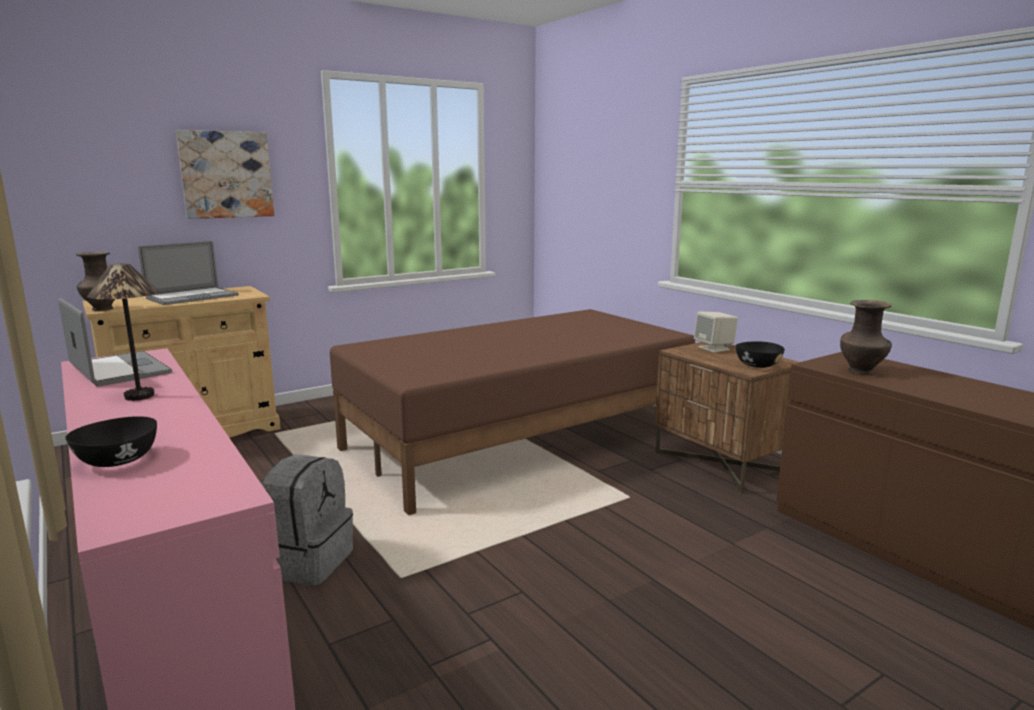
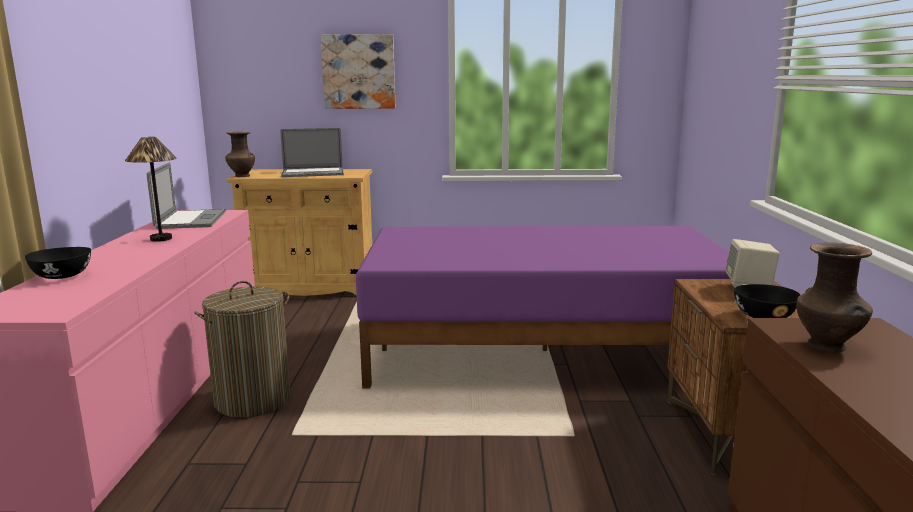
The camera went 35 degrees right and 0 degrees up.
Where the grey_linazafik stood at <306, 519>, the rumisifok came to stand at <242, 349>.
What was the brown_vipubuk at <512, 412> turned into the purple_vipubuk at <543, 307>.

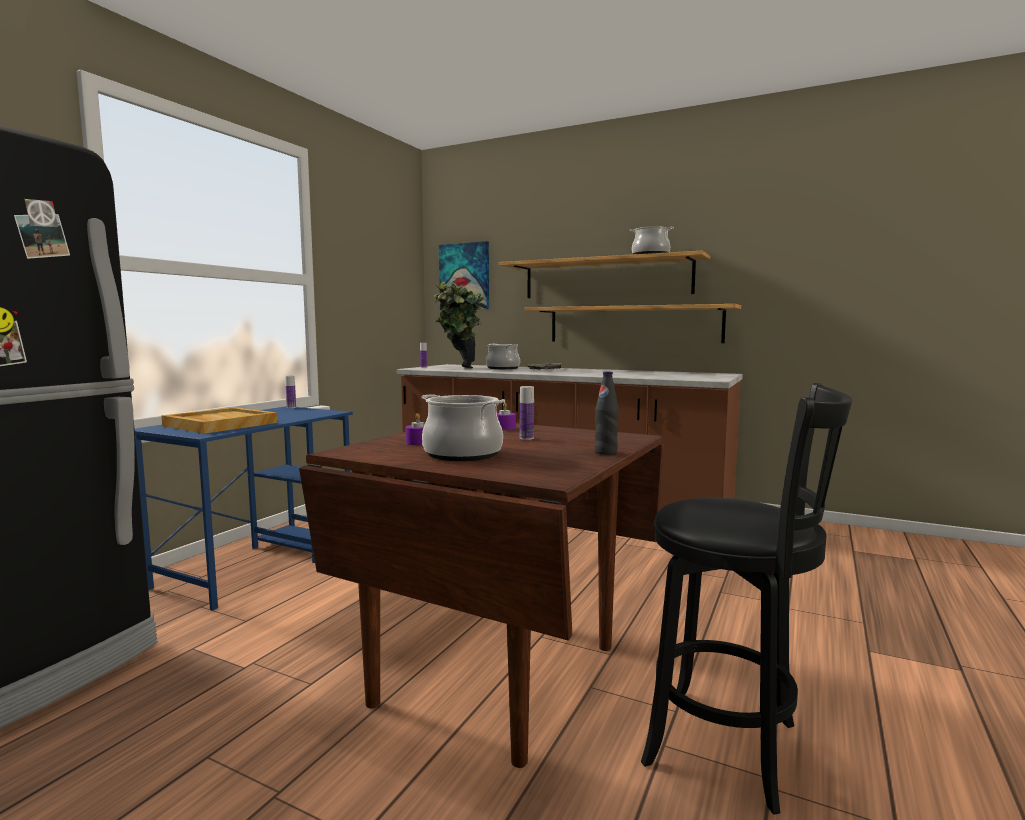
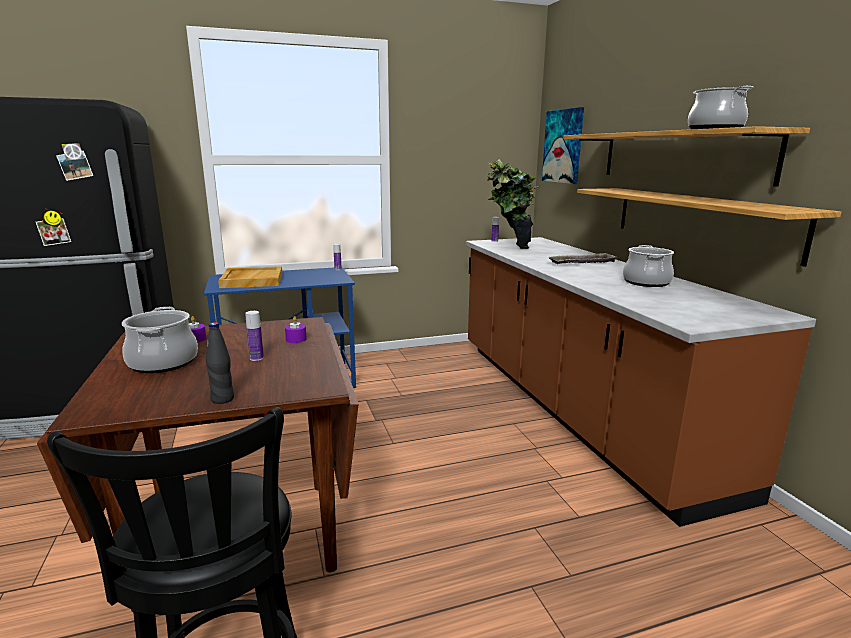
The camera went 45 degrees right and 10 degrees up.
The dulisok ended up elsewhere, having gone from <503, 356> to <648, 266>.

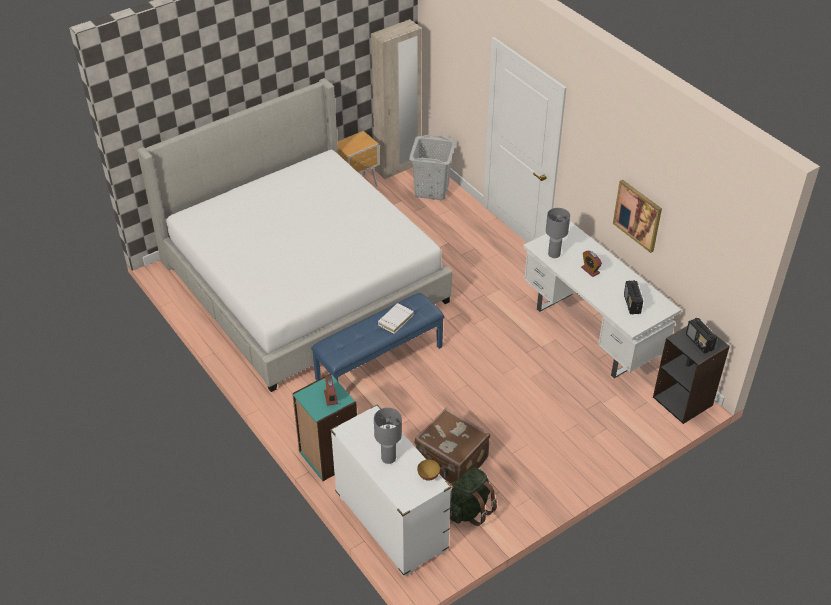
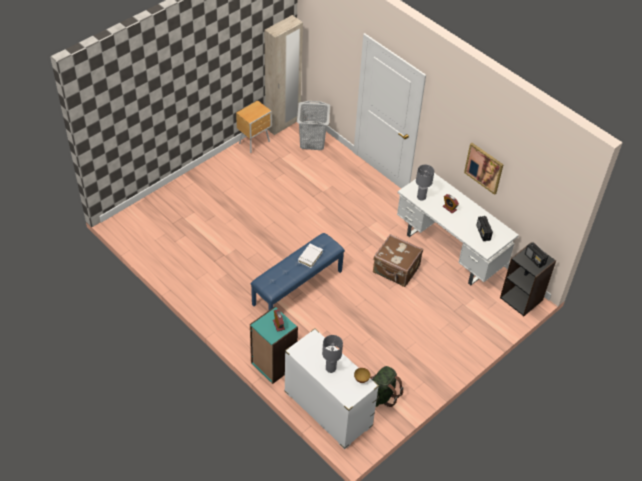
The camera went 10 degrees left and 5 degrees up.
The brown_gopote ended up elsewhere, having gone from <452, 446> to <398, 260>.
The second view lost the vipubuk at <294, 235>.

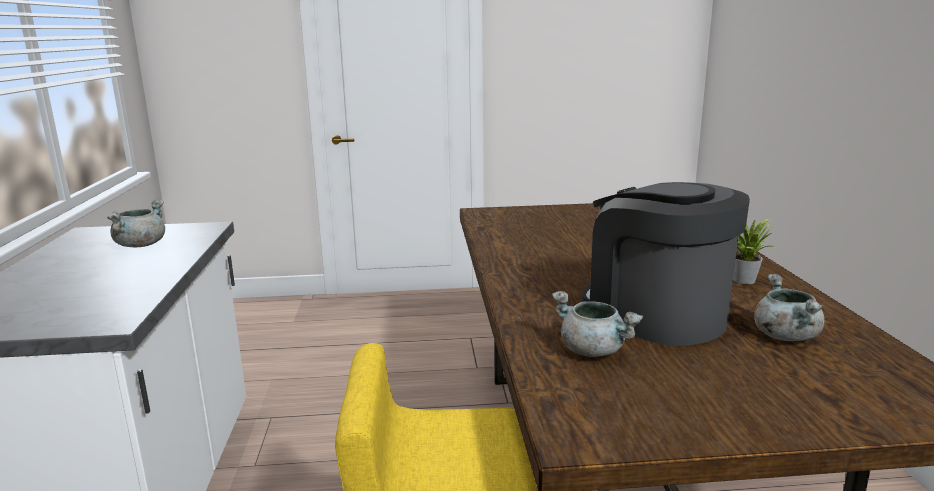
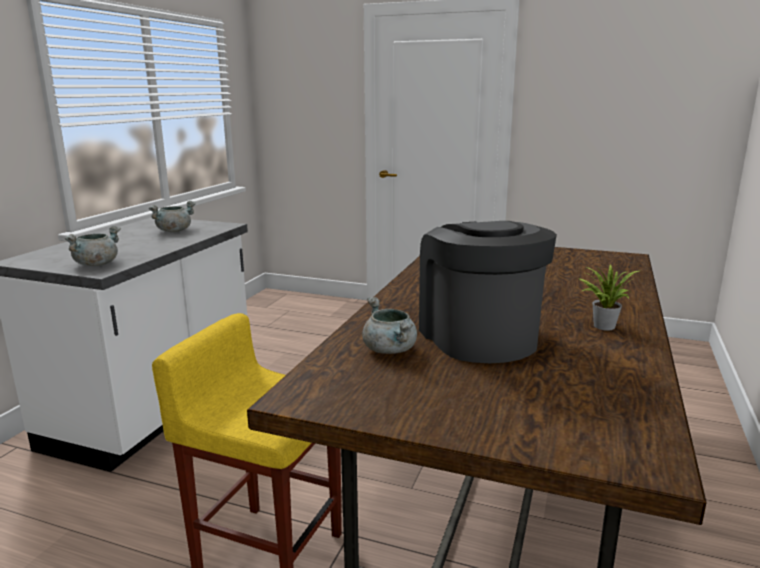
The camera went 25 degrees right and 0 degrees up.
The grey_dulisok ended up elsewhere, having gone from <789, 307> to <93, 246>.

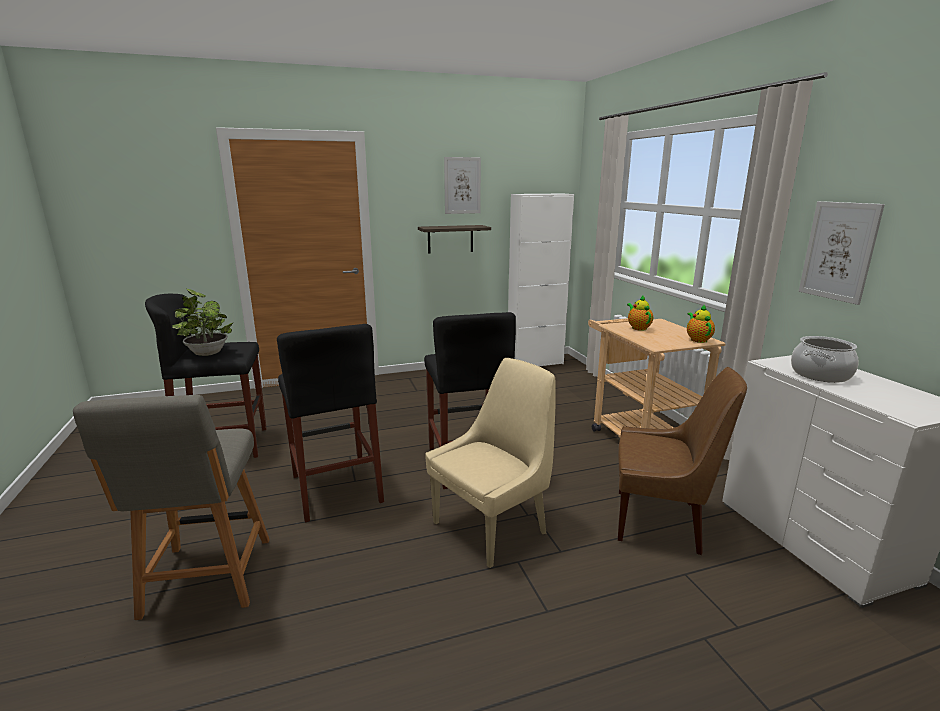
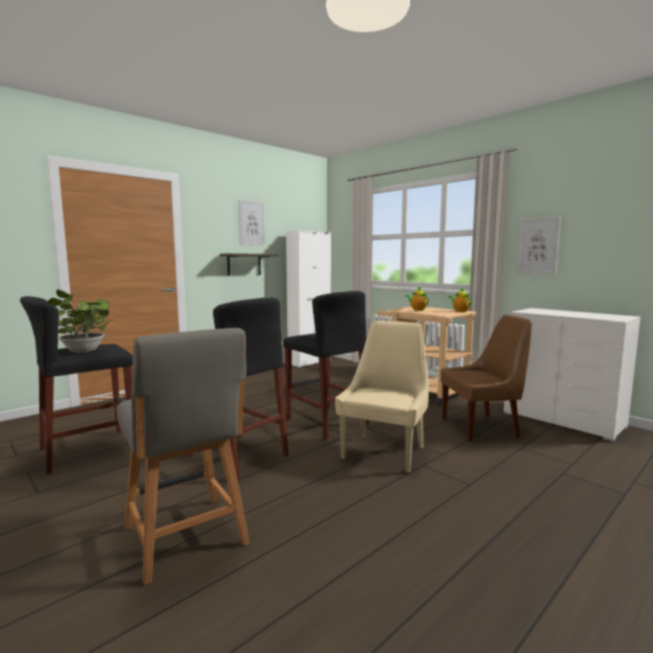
The camera went 25 degrees left and 10 degrees down.
The second view lost the dulisok at <825, 359>.

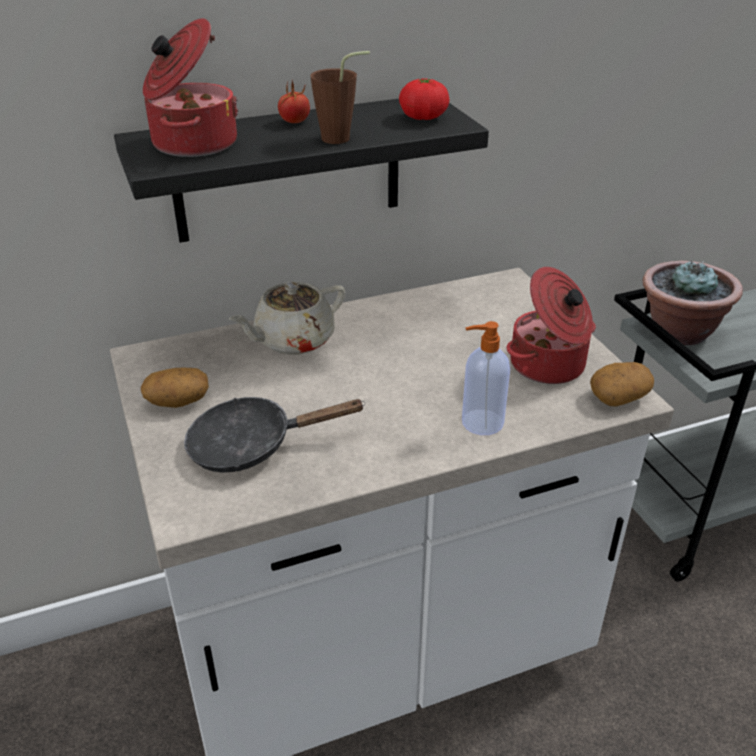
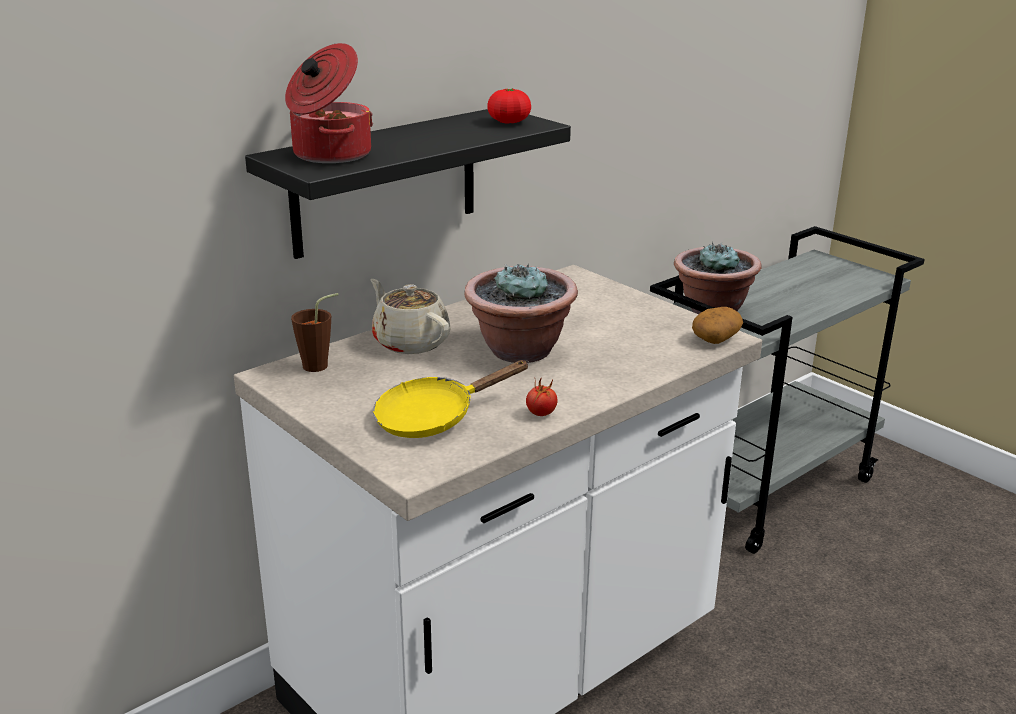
The camera went 20 degrees left and 10 degrees down.
The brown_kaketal ended up elsewhere, having gone from <340, 97> to <315, 332>.
The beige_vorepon at <287, 318> ended up facing another way, 105 degrees clockwise from before.
What was the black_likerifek at <275, 434> turned into the yellow_likerifek at <451, 399>.
The second view gained the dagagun at <521, 313>.
The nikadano ended up elsewhere, having gone from <294, 102> to <542, 397>.
The second view lost the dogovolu at <175, 388>.
The second view lost the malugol at <486, 378>.
The second view lost the dulisok at <551, 325>.

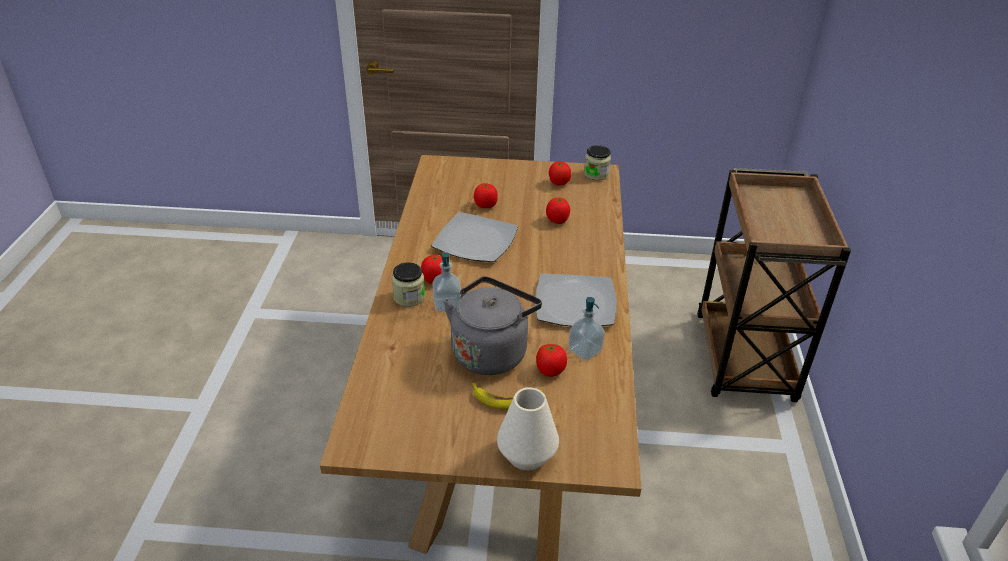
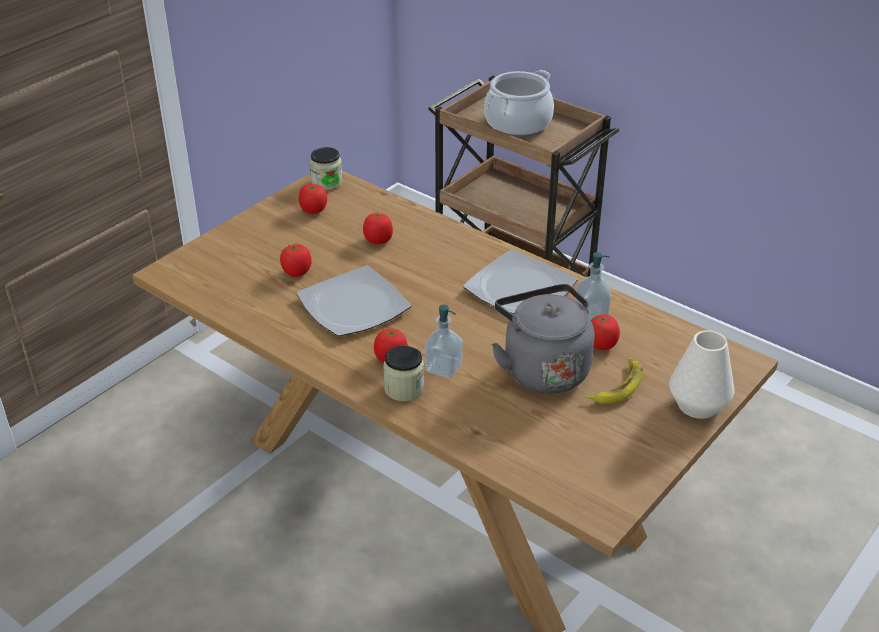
The camera went 55 degrees left and 0 degrees up.
The second view gained the dulisok at <519, 103>.

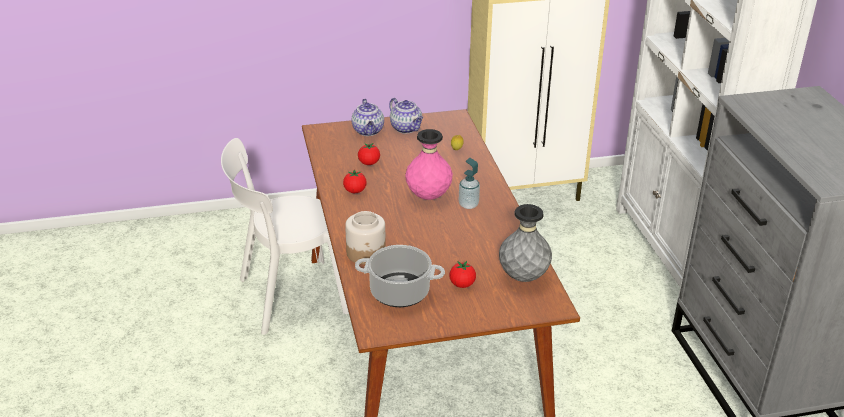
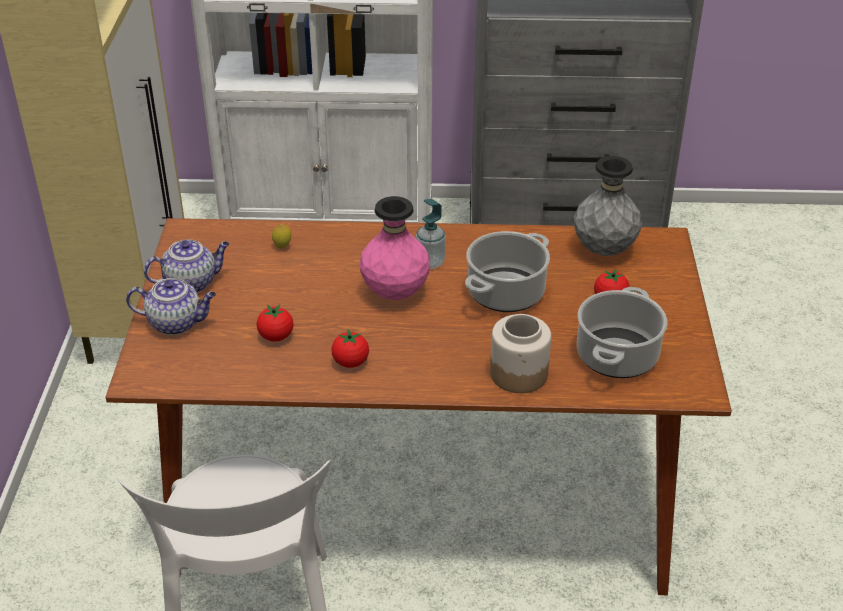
The camera went 75 degrees left and 5 degrees up.
The second view gained the dulisok at <507, 271>.

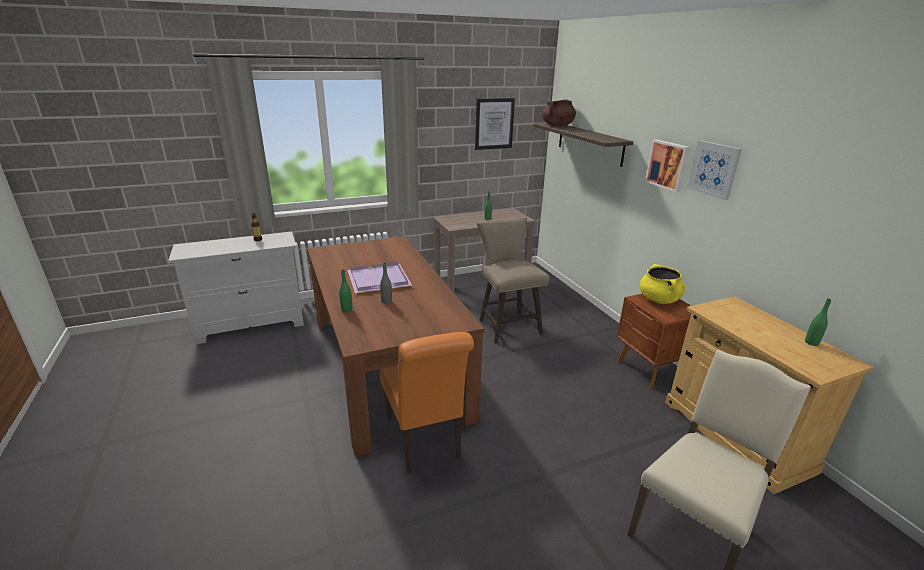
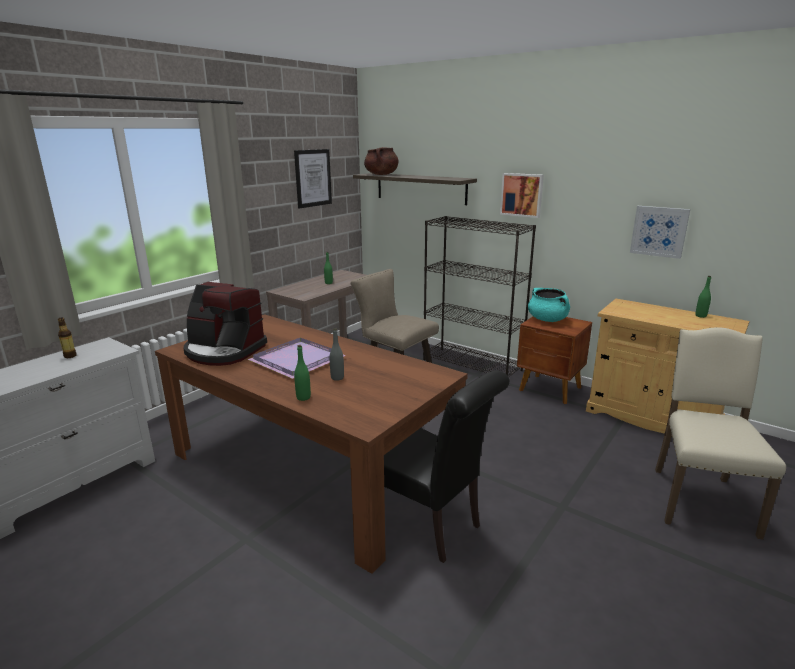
The camera went 30 degrees left and 5 degrees down.
The second view gained the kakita at <225, 324>.
What was the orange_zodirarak at <427, 402> turned into the black_zodirarak at <447, 466>.
The second view gained the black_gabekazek at <479, 296>.
What was the yellow_dulisok at <662, 284> turned into the turquoise_dulisok at <549, 305>.
The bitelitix ended up elsewhere, having gone from <714, 170> to <660, 232>.

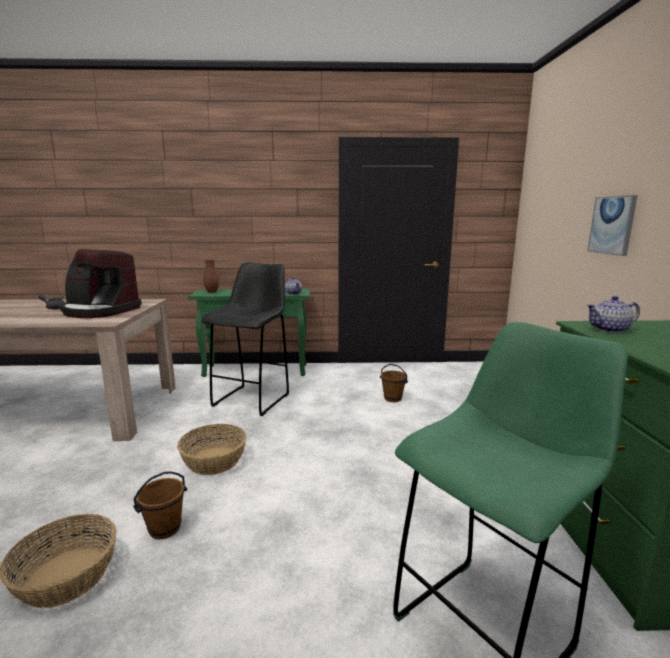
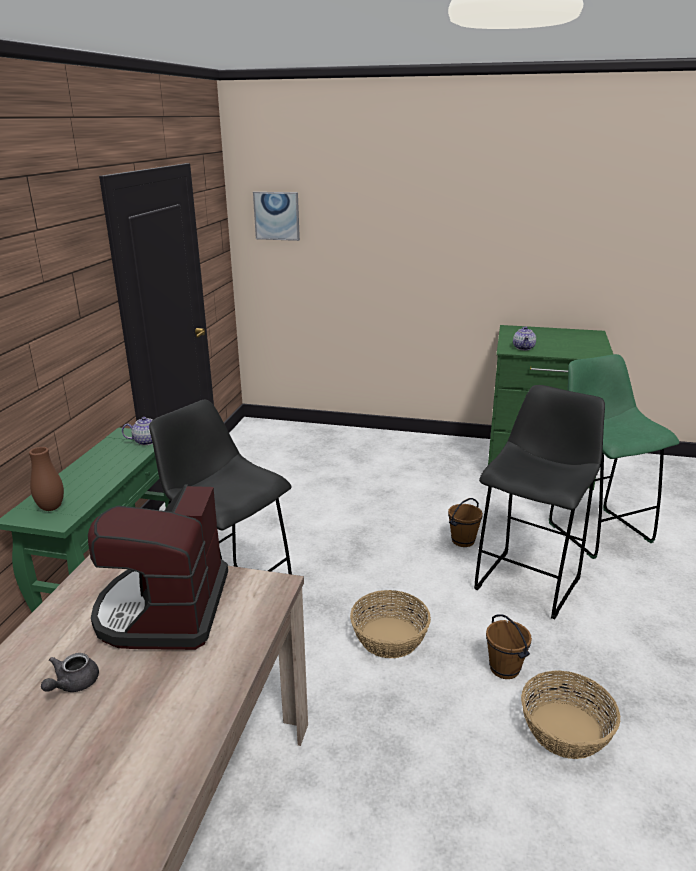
The camera went 75 degrees left and 10 degrees up.
The kakita at <101, 283> ended up facing another way, 150 degrees clockwise from before.
The bitelitix ended up elsewhere, having gone from <612, 225> to <276, 216>.
The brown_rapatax ended up elsewhere, having gone from <394, 383> to <465, 522>.
The second view gained the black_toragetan at <539, 502>.

